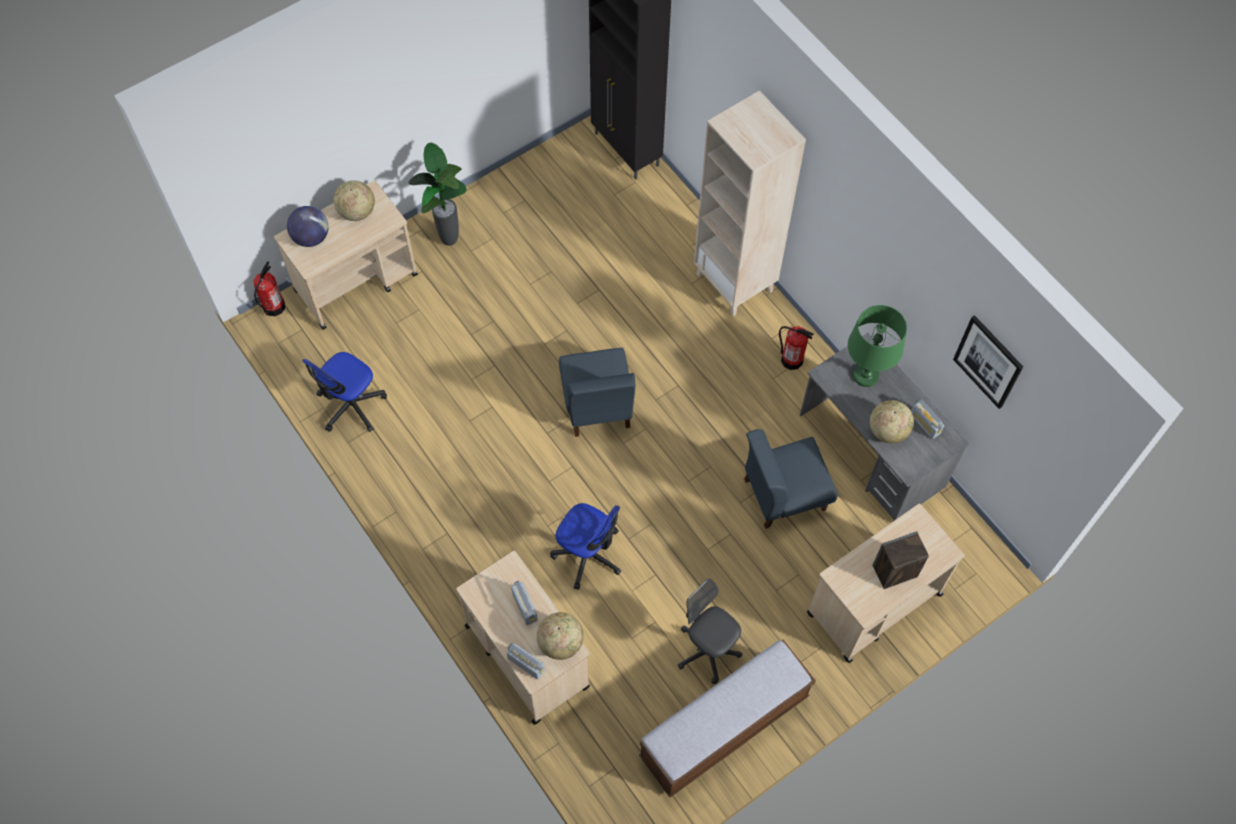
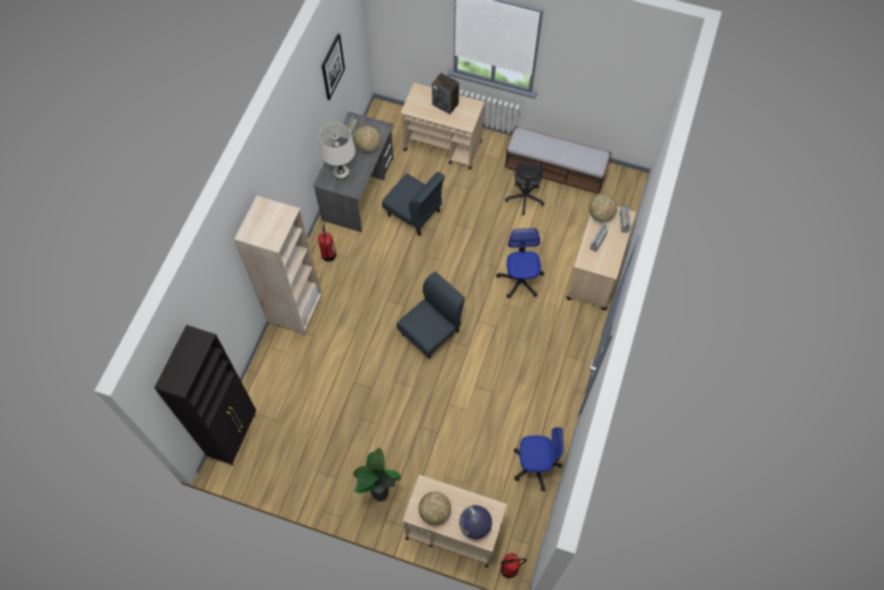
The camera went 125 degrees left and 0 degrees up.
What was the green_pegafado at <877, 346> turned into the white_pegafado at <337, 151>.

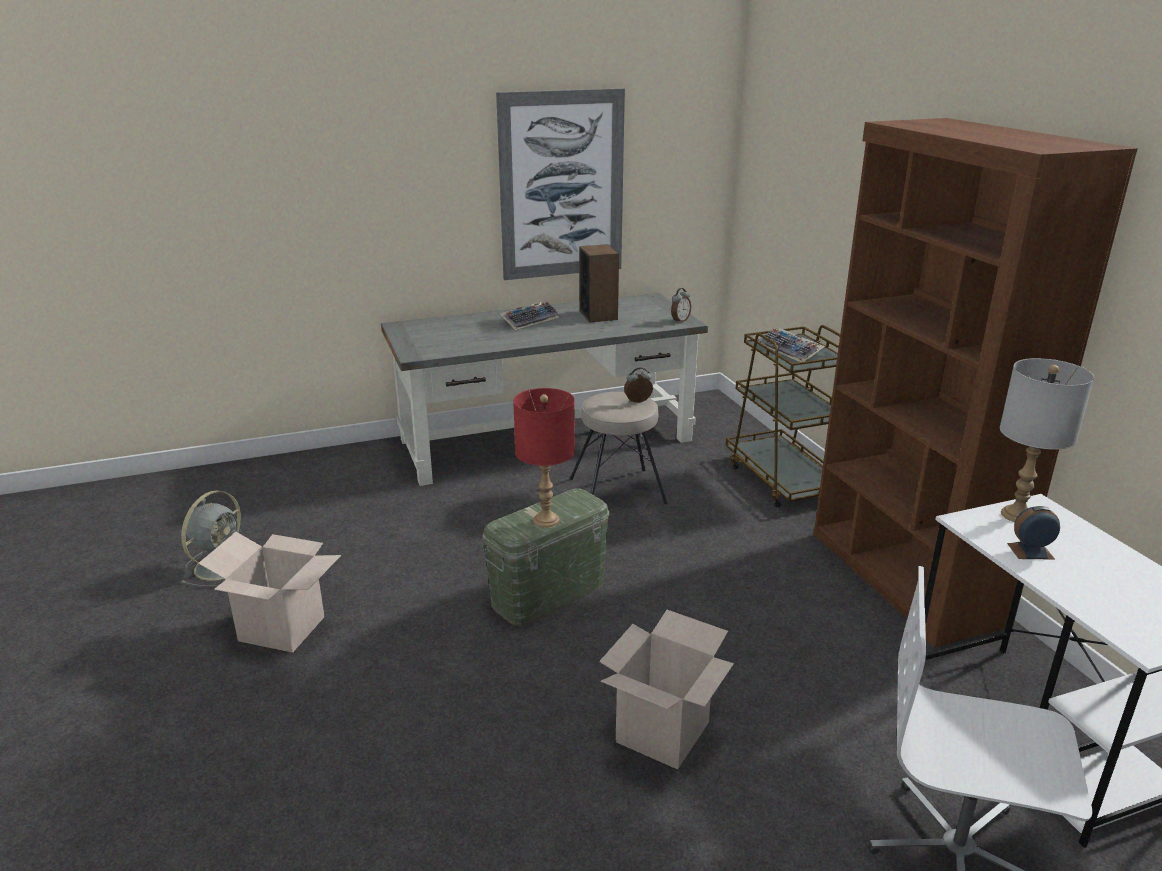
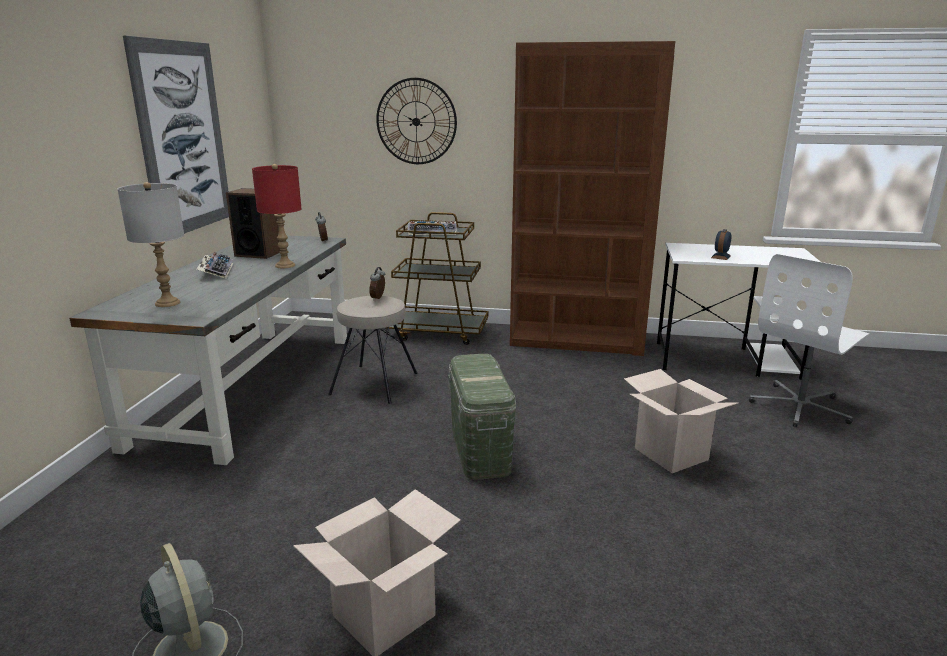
The camera went 60 degrees left and 5 degrees down.
The grey_pegafado ended up elsewhere, having gone from <1047, 440> to <150, 244>.
The red_pegafado ended up elsewhere, having gone from <544, 458> to <277, 216>.
The second view gained the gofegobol at <416, 121>.

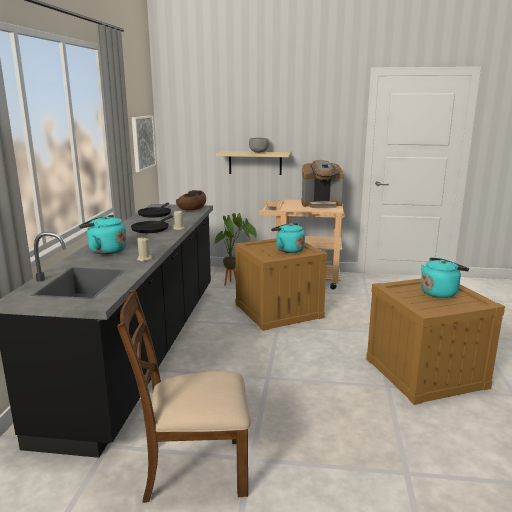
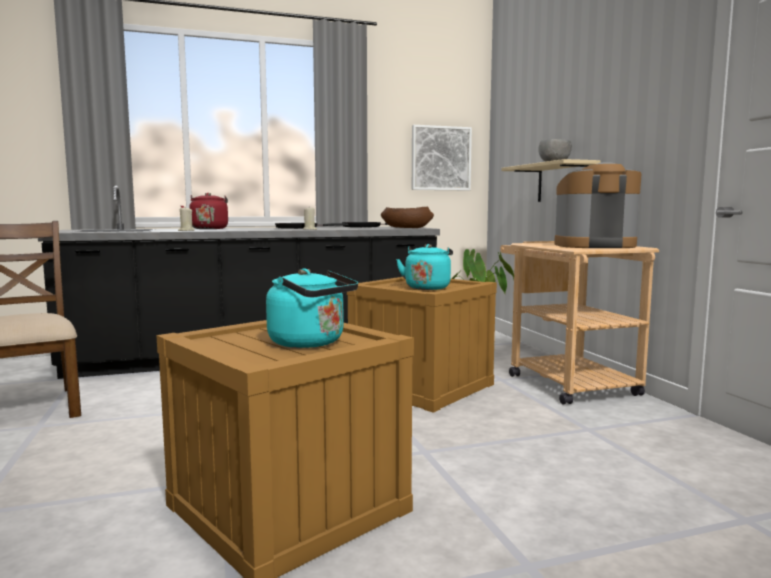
The camera went 65 degrees right and 10 degrees down.
What was the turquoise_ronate at <103, 234> turned into the red_ronate at <204, 211>.
The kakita at <323, 184> ended up facing another way, 120 degrees clockwise from before.

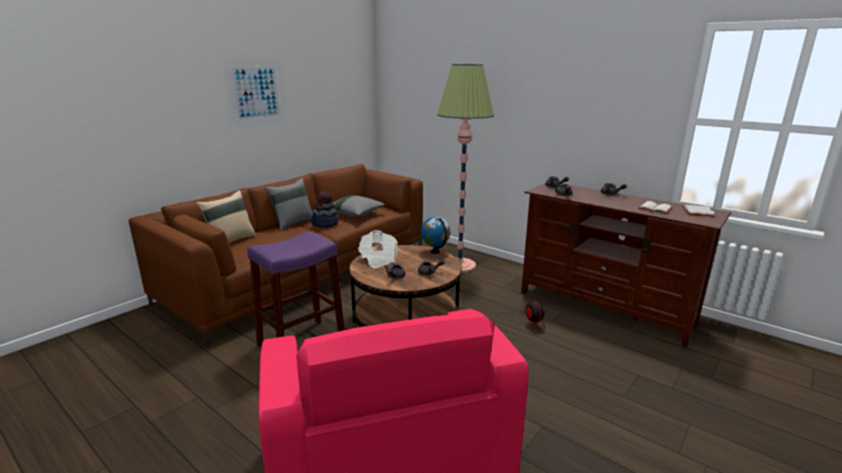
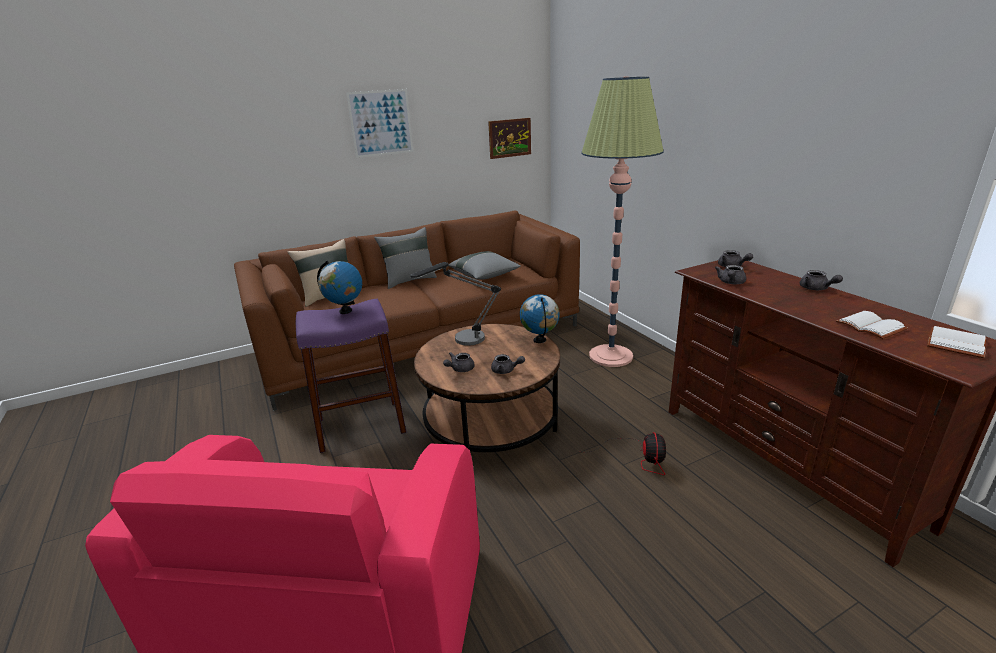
The camera went 25 degrees right and 5 degrees up.
The second view gained the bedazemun at <339, 287>.
Where the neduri stood at <378, 249>, the pegafado came to stand at <455, 304>.
The second view gained the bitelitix at <509, 138>.
The second view lost the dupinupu at <324, 209>.

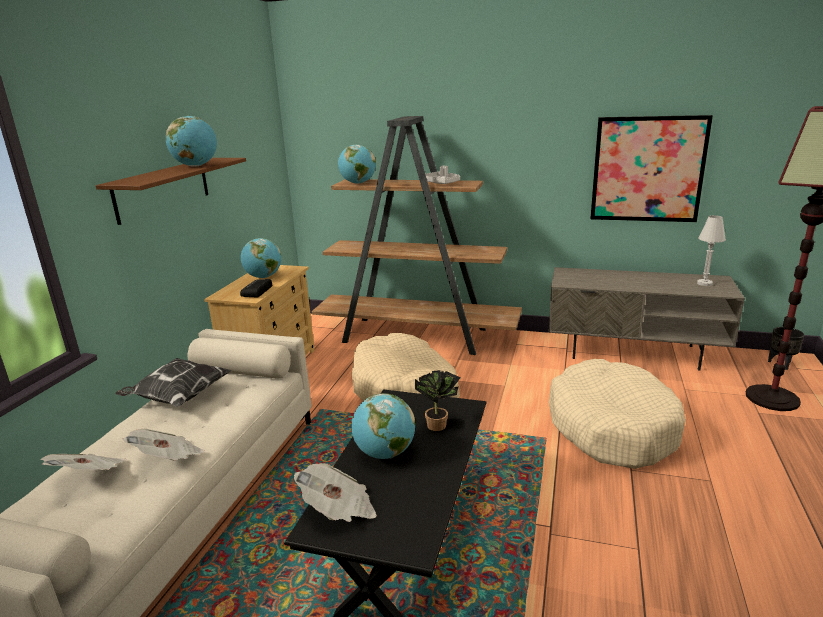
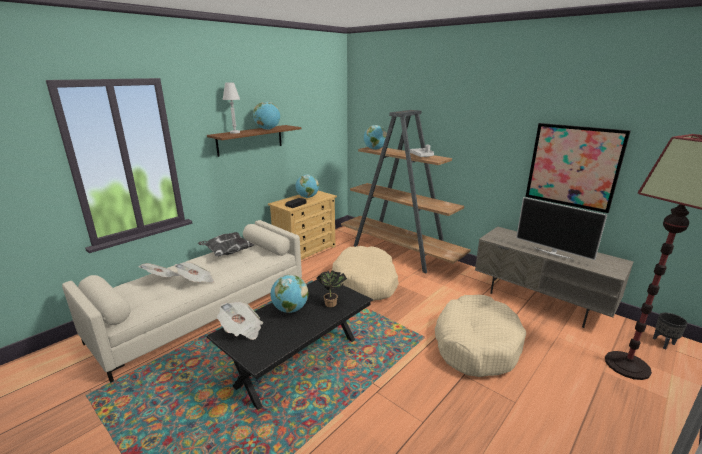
The camera went 25 degrees right and 0 degrees up.
The white_pegafado ended up elsewhere, having gone from <711, 250> to <231, 108>.
The second view gained the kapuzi at <561, 228>.

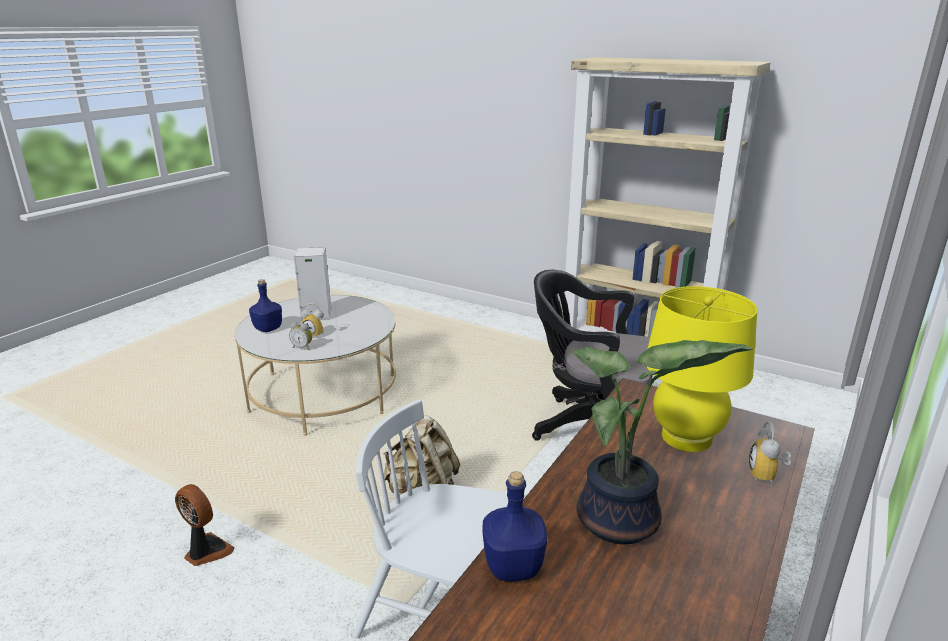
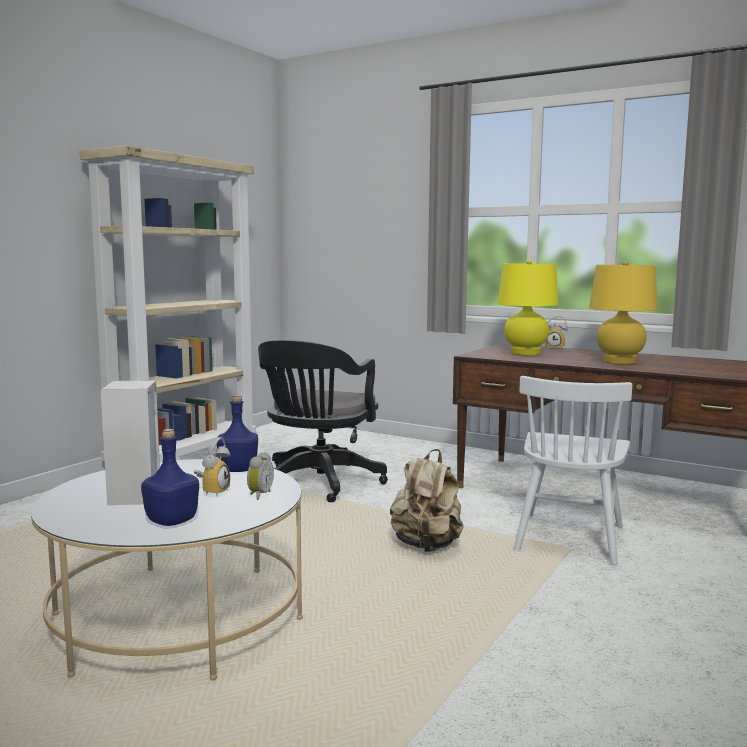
The camera went 90 degrees left and 15 degrees down.
The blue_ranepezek ended up elsewhere, having gone from <514, 526> to <237, 433>.
Where the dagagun stood at <662, 442>, the yellow_pegafado came to stand at <623, 312>.
The second view lost the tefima at <205, 525>.

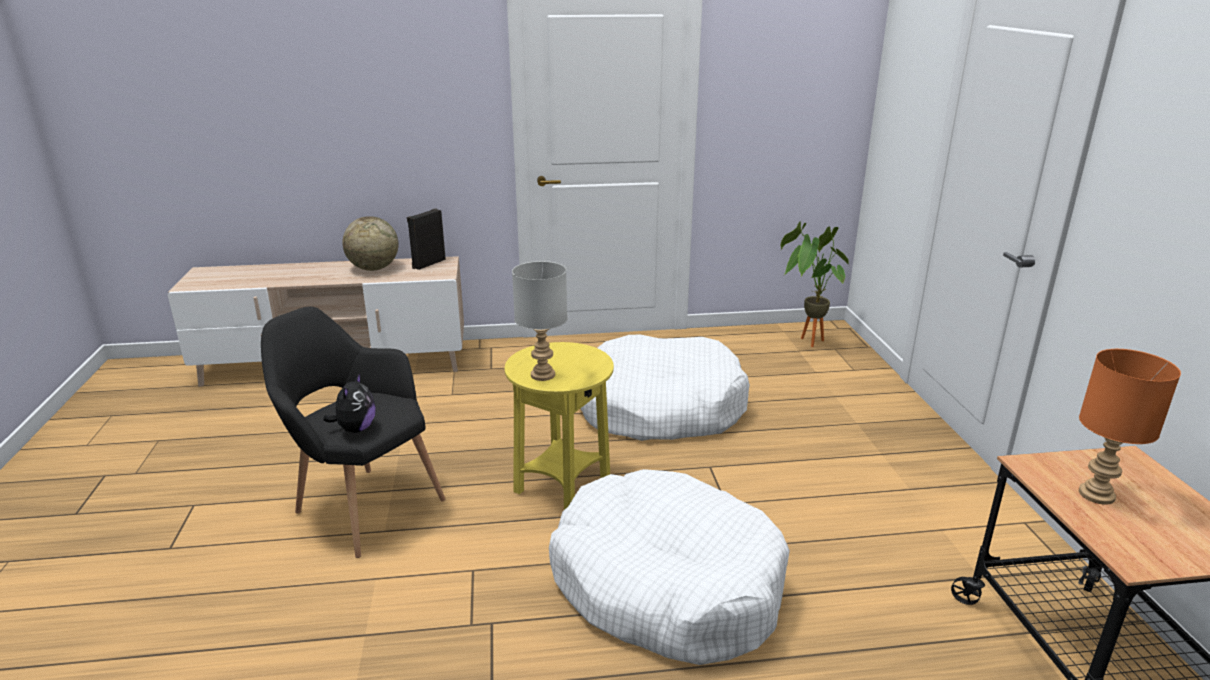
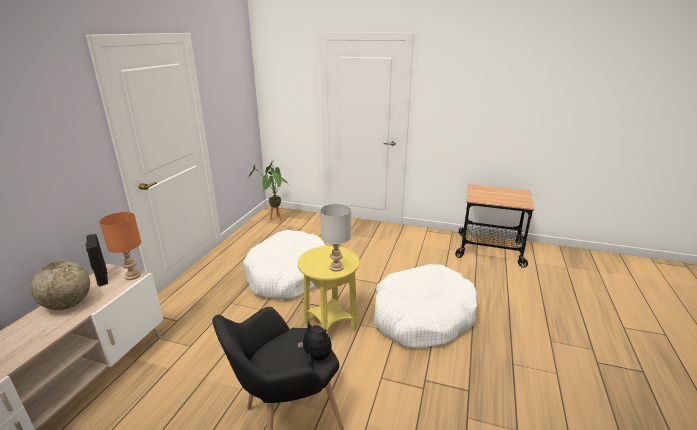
The camera went 65 degrees left and 0 degrees up.
The orange_pegafado ended up elsewhere, having gone from <1130, 427> to <120, 246>.

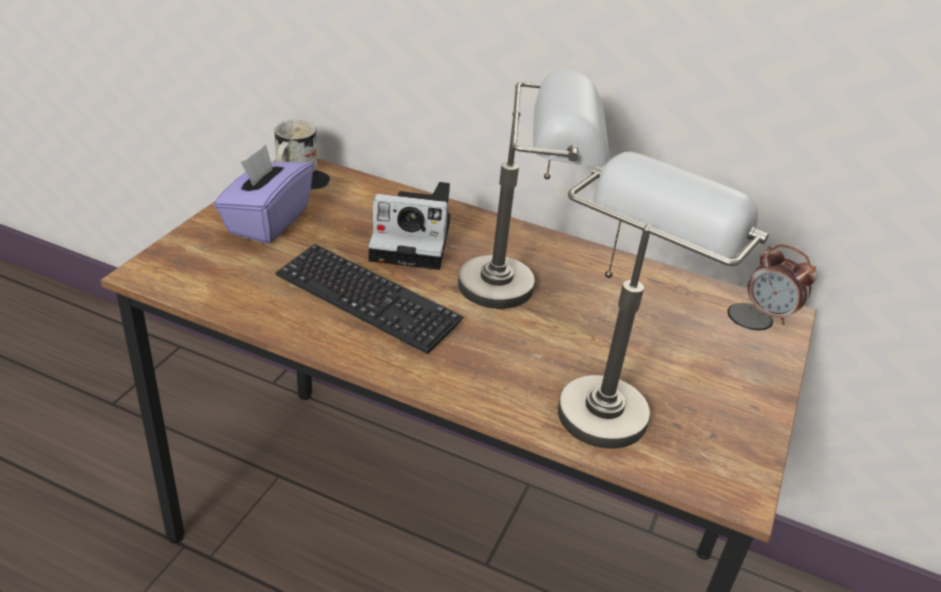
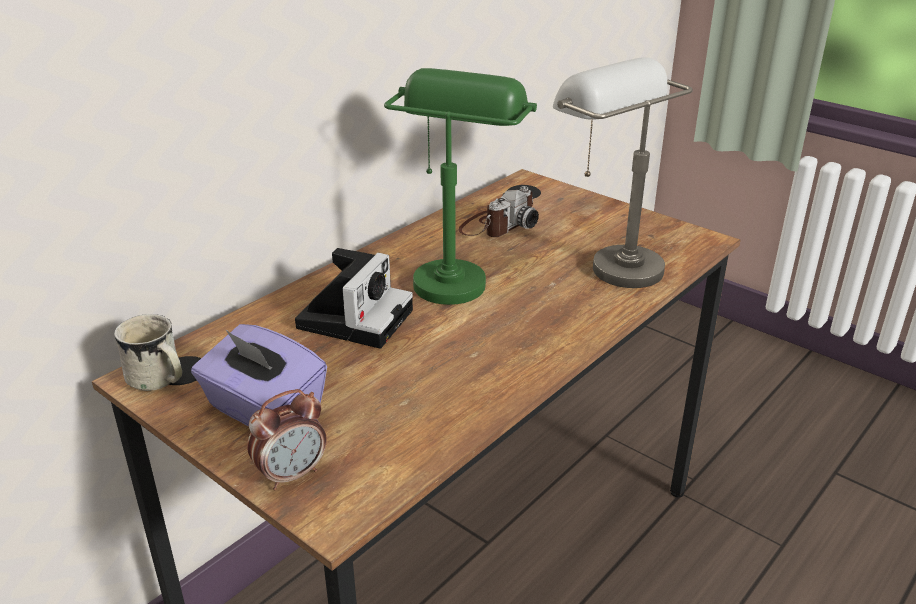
The camera went 70 degrees left and 5 degrees down.
The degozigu ended up elsewhere, having gone from <782, 284> to <287, 439>.
What was the grey_pegafado at <533, 189> turned into the green_pegafado at <460, 186>.
The second view gained the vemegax at <499, 211>.
The second view lost the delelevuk at <370, 299>.

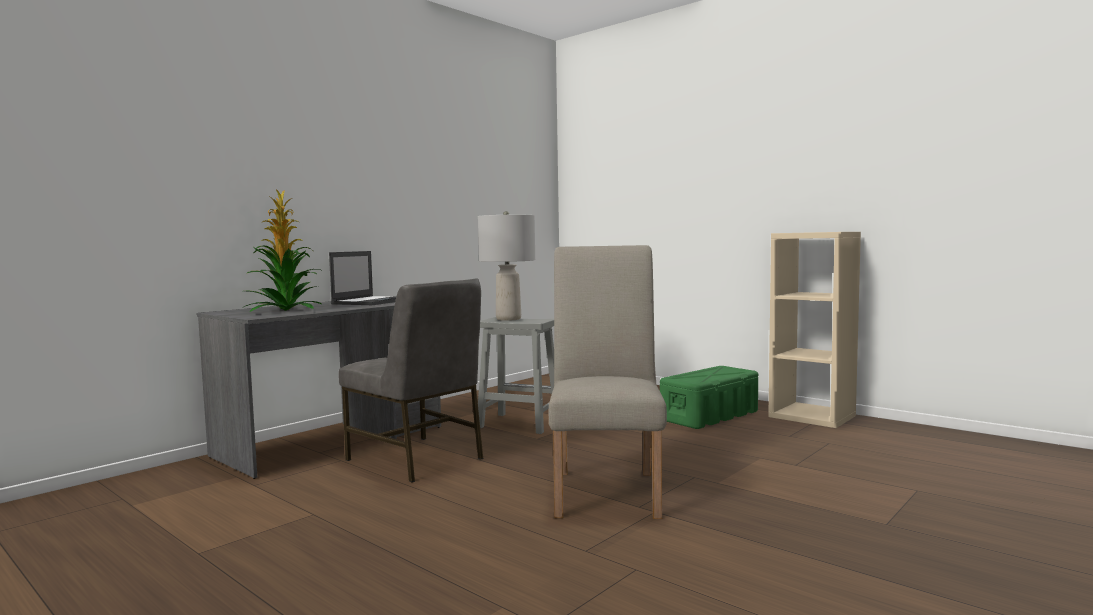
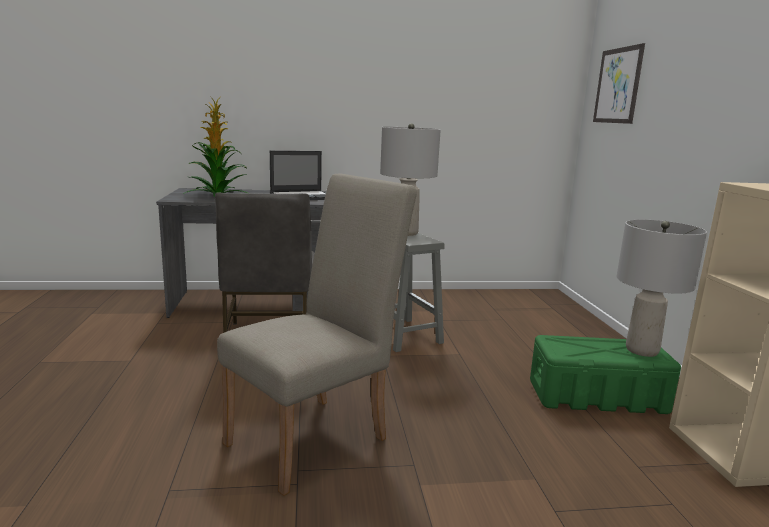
The camera went 40 degrees right and 10 degrees up.
The second view gained the bitelitix at <619, 83>.
The second view gained the grey_pegafado at <661, 288>.

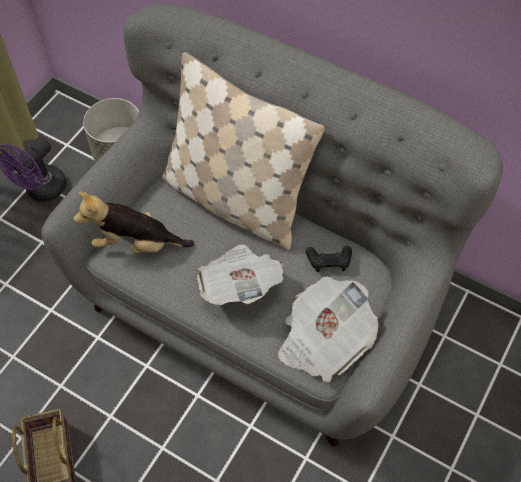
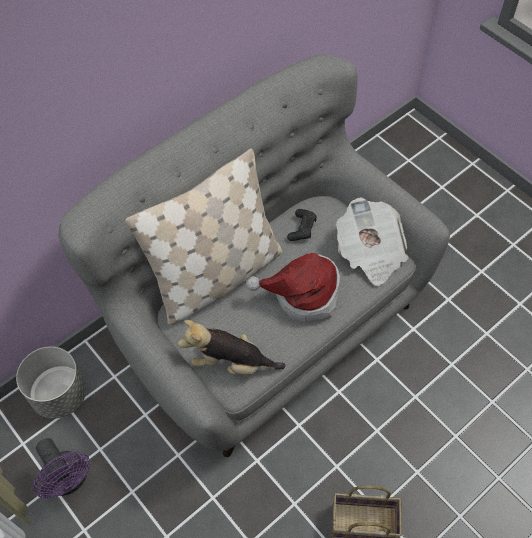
The camera went 70 degrees left and 0 degrees up.
The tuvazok at <133, 222> ended up facing another way, 75 degrees clockwise from before.
Where the neduri stood at <240, 274>, the dupinupu came to stand at <293, 288>.

